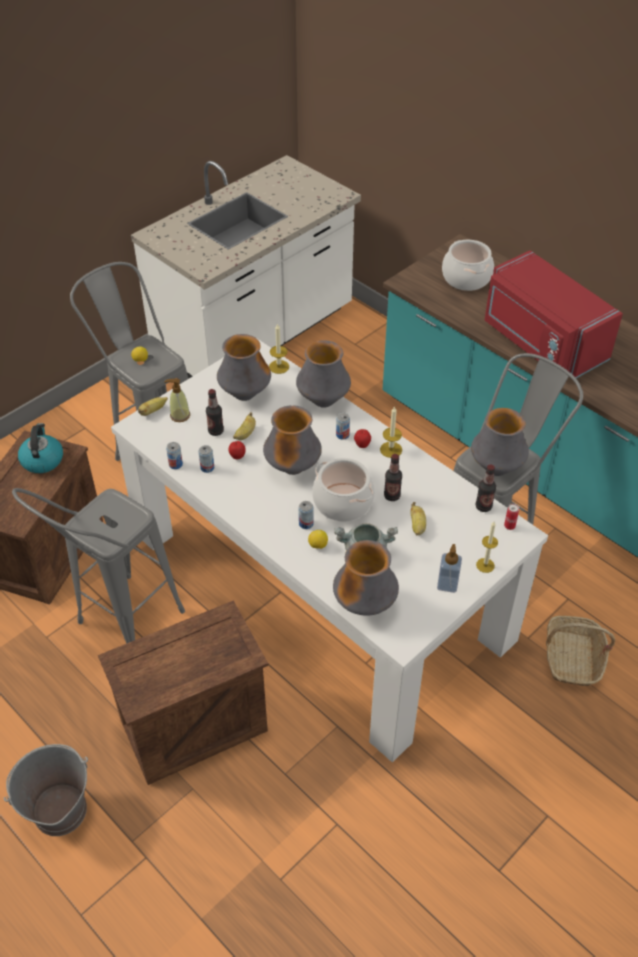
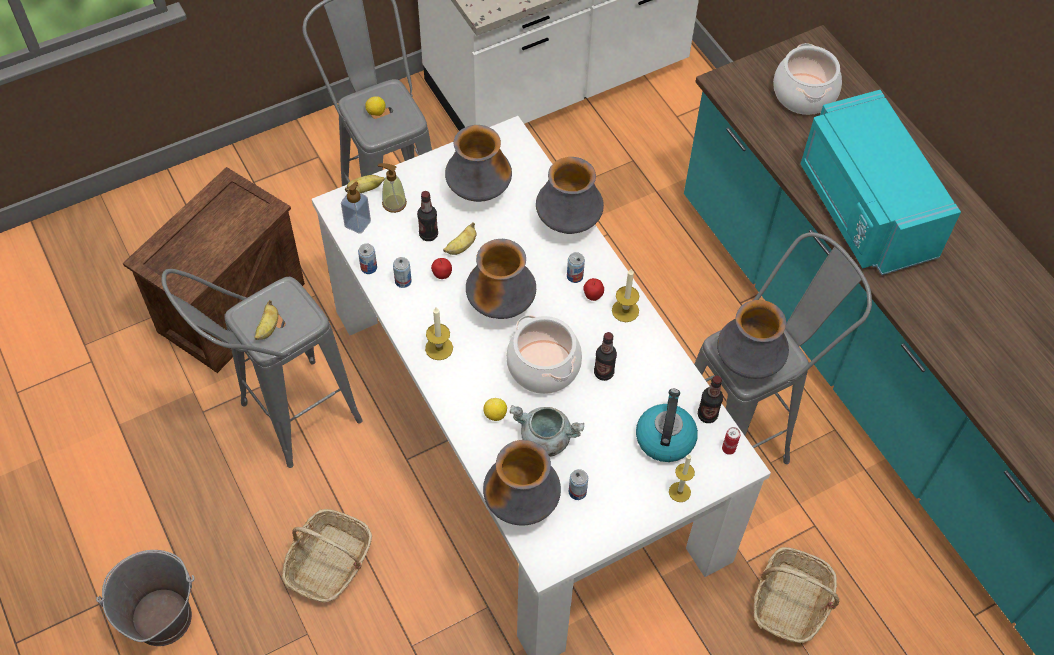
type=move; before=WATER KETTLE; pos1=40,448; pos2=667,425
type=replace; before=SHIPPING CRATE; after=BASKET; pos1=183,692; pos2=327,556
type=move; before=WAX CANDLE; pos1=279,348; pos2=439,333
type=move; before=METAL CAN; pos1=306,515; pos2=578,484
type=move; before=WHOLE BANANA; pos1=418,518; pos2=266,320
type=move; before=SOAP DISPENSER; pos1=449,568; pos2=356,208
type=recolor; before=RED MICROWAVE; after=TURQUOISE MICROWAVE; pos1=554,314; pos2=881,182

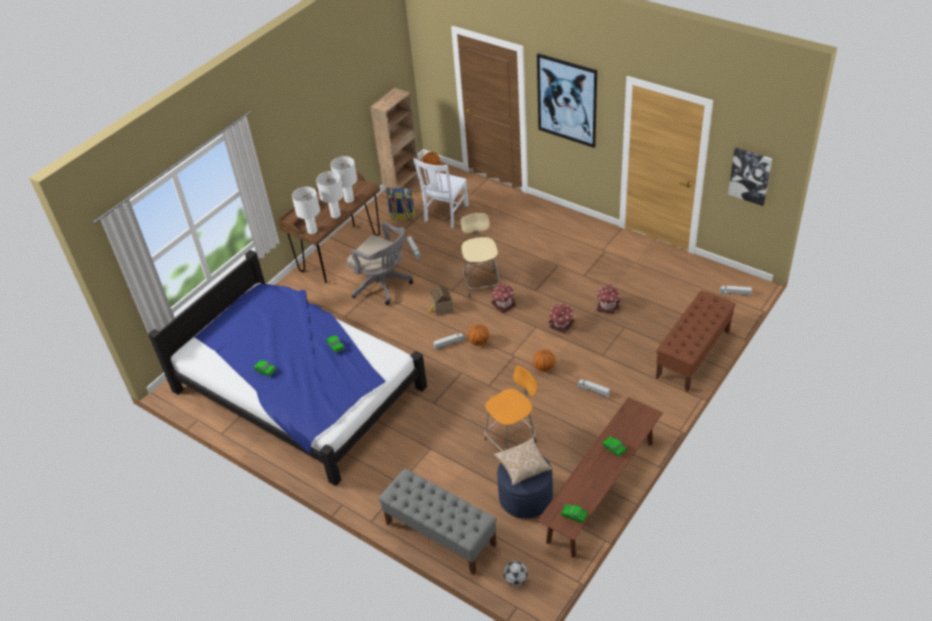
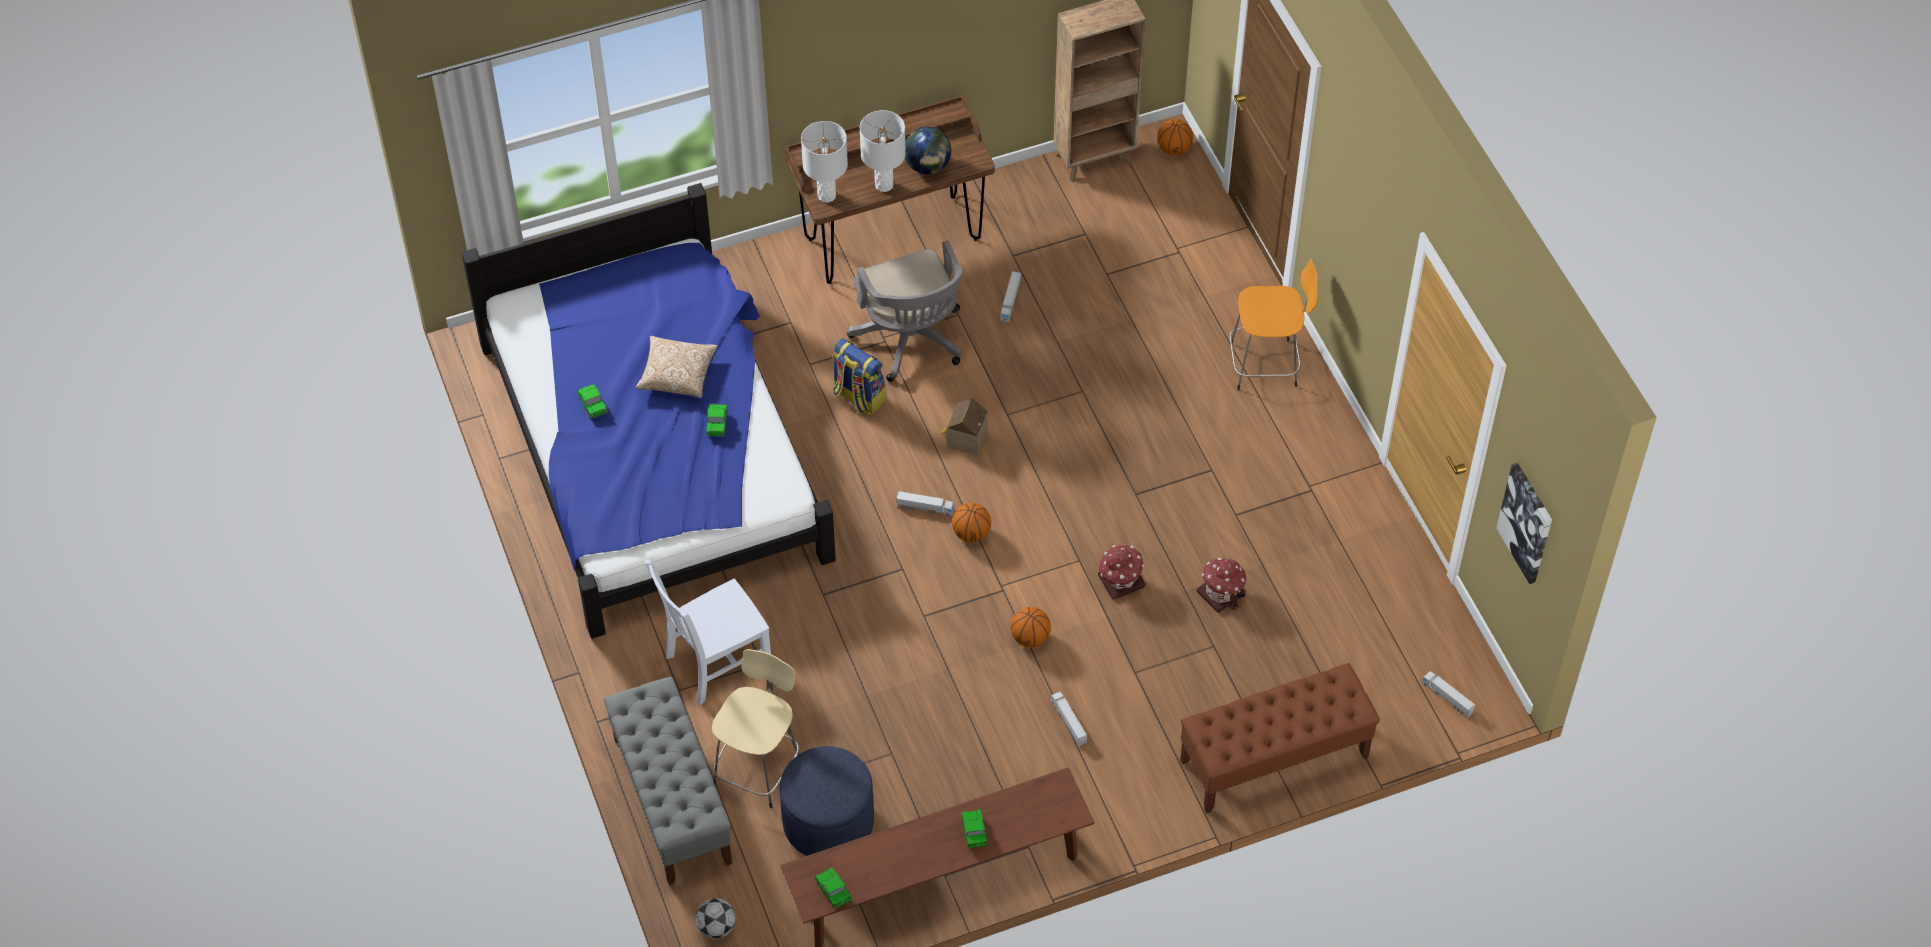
type=replace; before=WHITISH TABLETOP LAMP; after=WORLD GLOBE; pos1=344,179; pos2=928,150
type=move; before=KNAPSACK; pos1=401,204; pos2=859,377
type=move; before=WHITISH UPRIGHT CHAIR; pos1=441,193; pos2=708,632
type=move; before=BEIGE-COLOURED STOOL SEAT; pos1=480,255; pos2=756,728
type=move; before=ORANGE STOOL SEAT; pos1=511,408; pos2=1273,324
type=delete; before=MODEL HOUSE; pos1=503,298
type=move; before=THROW PILLOW; pos1=523,462; pos2=676,367
type=delete; before=WALL PICTURE; pos1=567,100

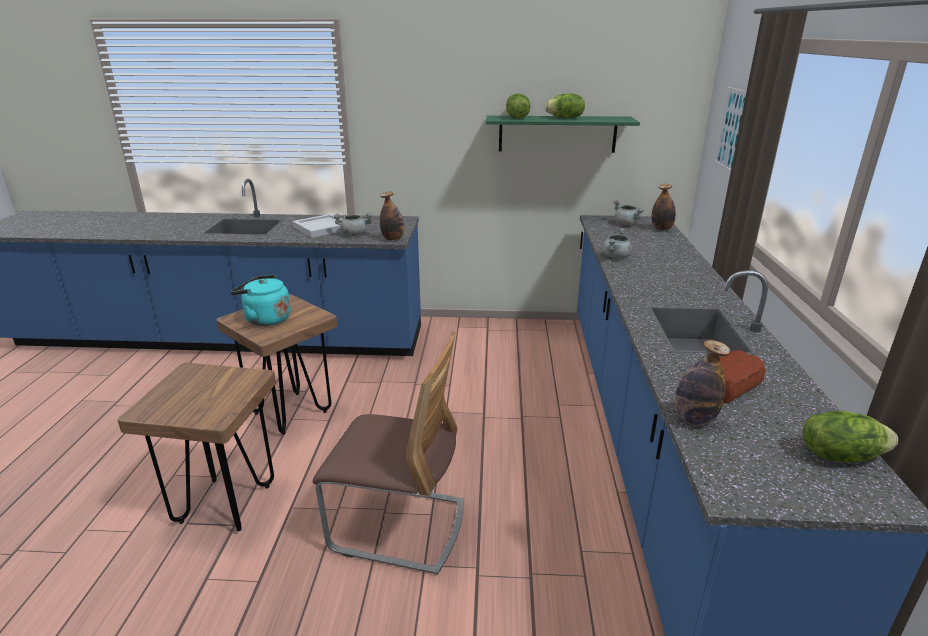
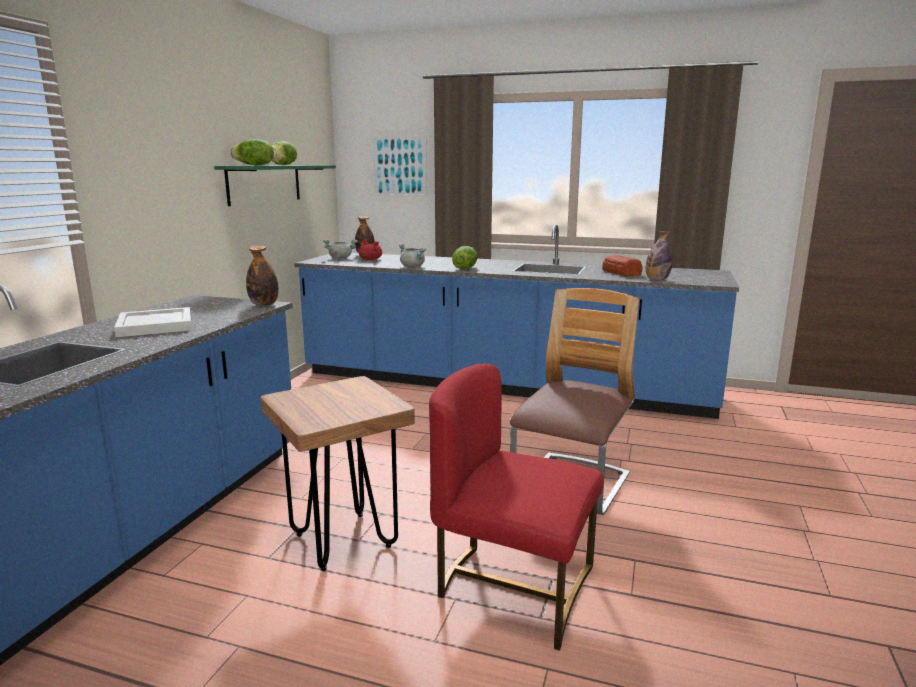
type=replace; before=BROWNISH STOOL SEAT; after=RED UPRIGHT CHAIR; pos1=197,447; pos2=516,507
type=delete; before=TURQUOISE WATER KETTLE; pos1=260,300
type=delete; before=GRAY STOCKPOT; pos1=353,224
type=move; before=LETTUCE HEAD; pos1=850,436; pos2=464,258
type=insert; after=RED STOCKPOT; pos2=370,249

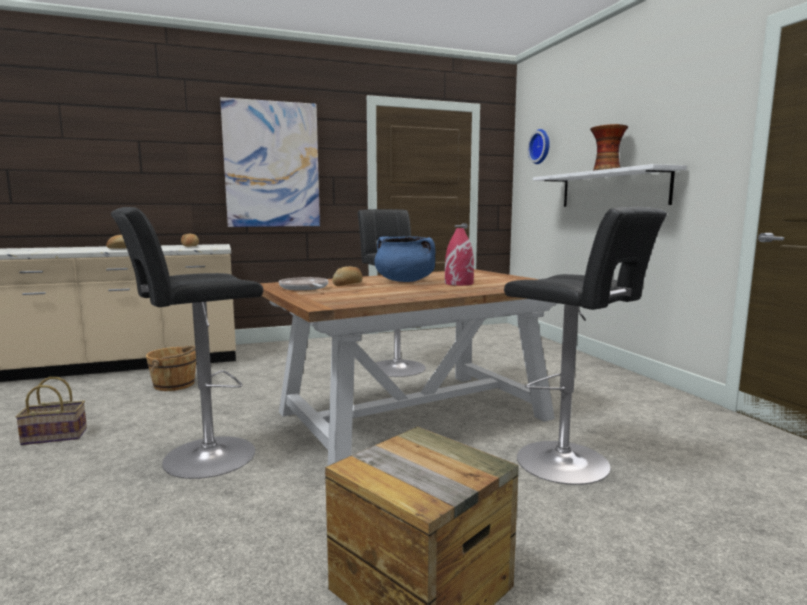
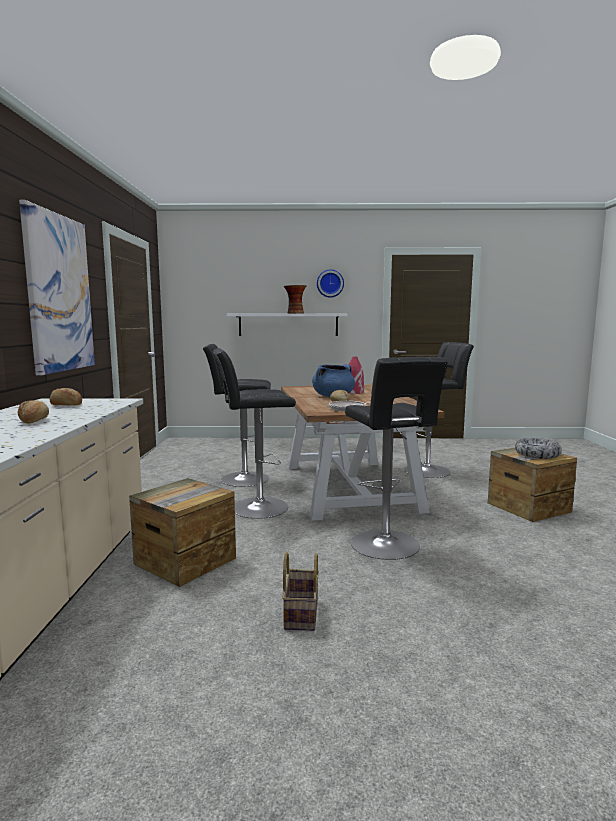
type=replace; before=BROWNISH BUCKET; after=SHIPPING CRATE; pos1=171,368; pos2=182,532
type=move; before=HANGING CLOCK; pos1=538,146; pos2=330,283
type=insert; after=BLACK-COLOURED STOOL SEAT; pos2=254,433
type=insert; after=DEEP DISH; pos2=538,448

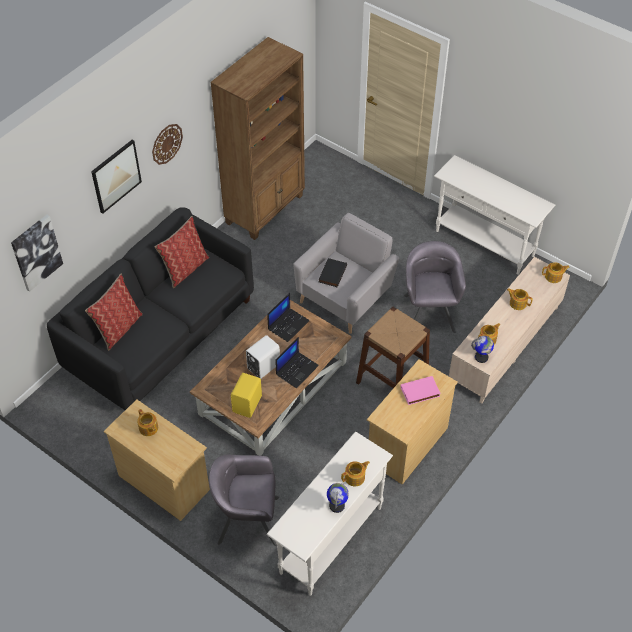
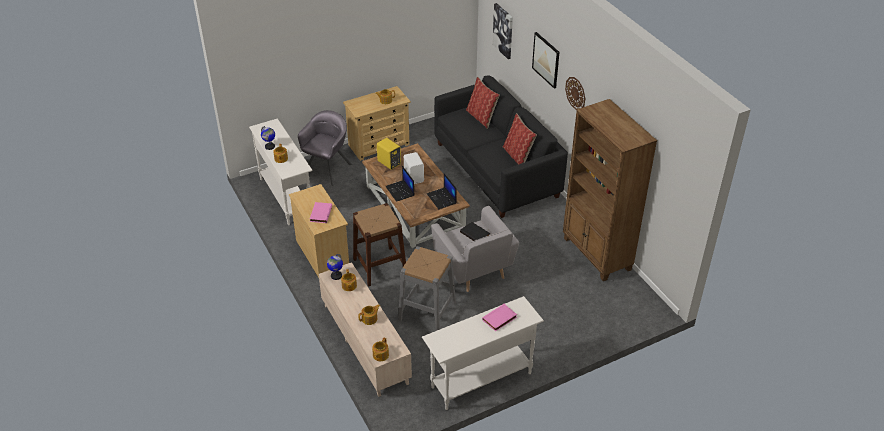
type=replace; before=GRAY LOUNGE CHAIR; after=GRAY STOOL SEAT; pos1=435,287; pos2=427,288
type=insert; after=PINK-COLOURED VOLUME; pos2=499,318

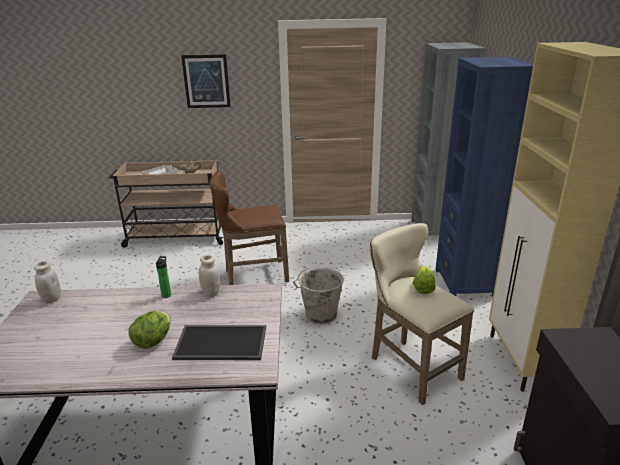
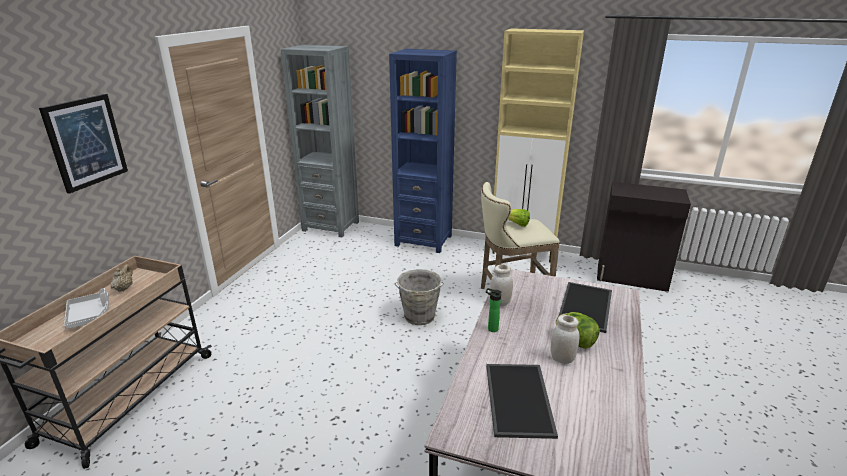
type=move; before=WHITISH JAR; pos1=47,282; pos2=565,339
type=delete; before=BROWNISH STOOL SEAT; pos1=249,227
type=insert; after=TRAY; pos2=522,401

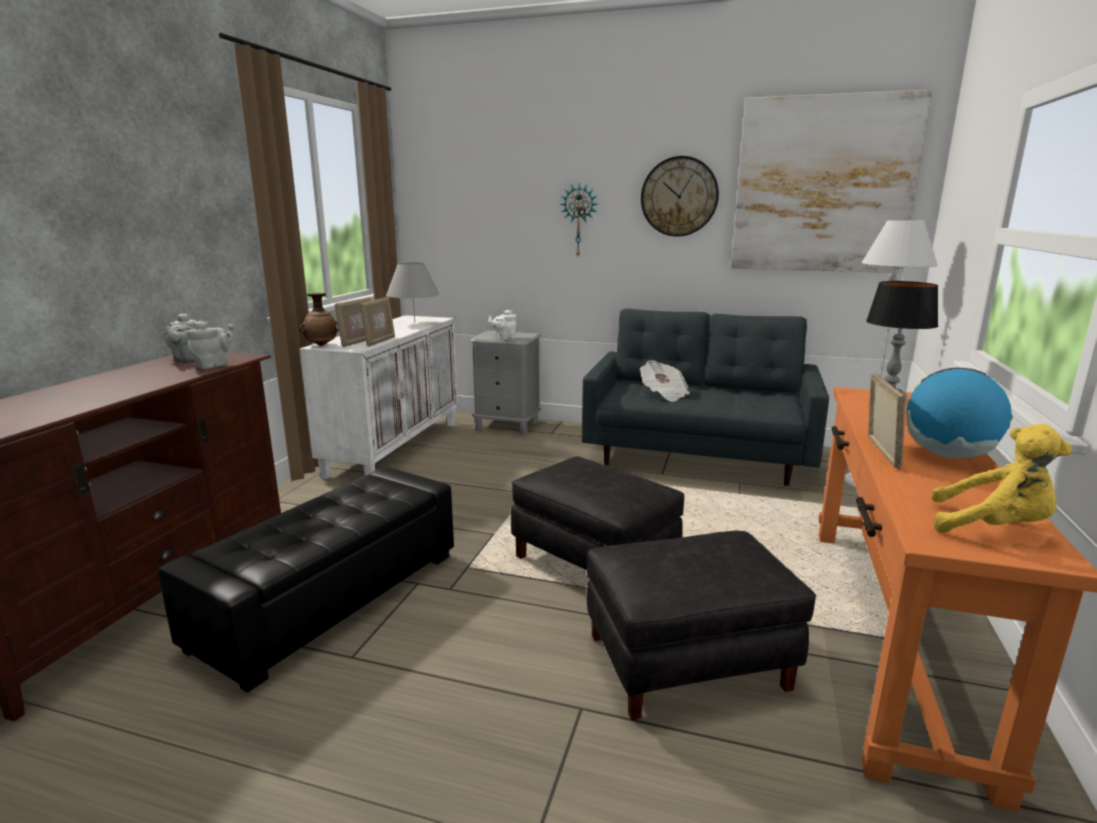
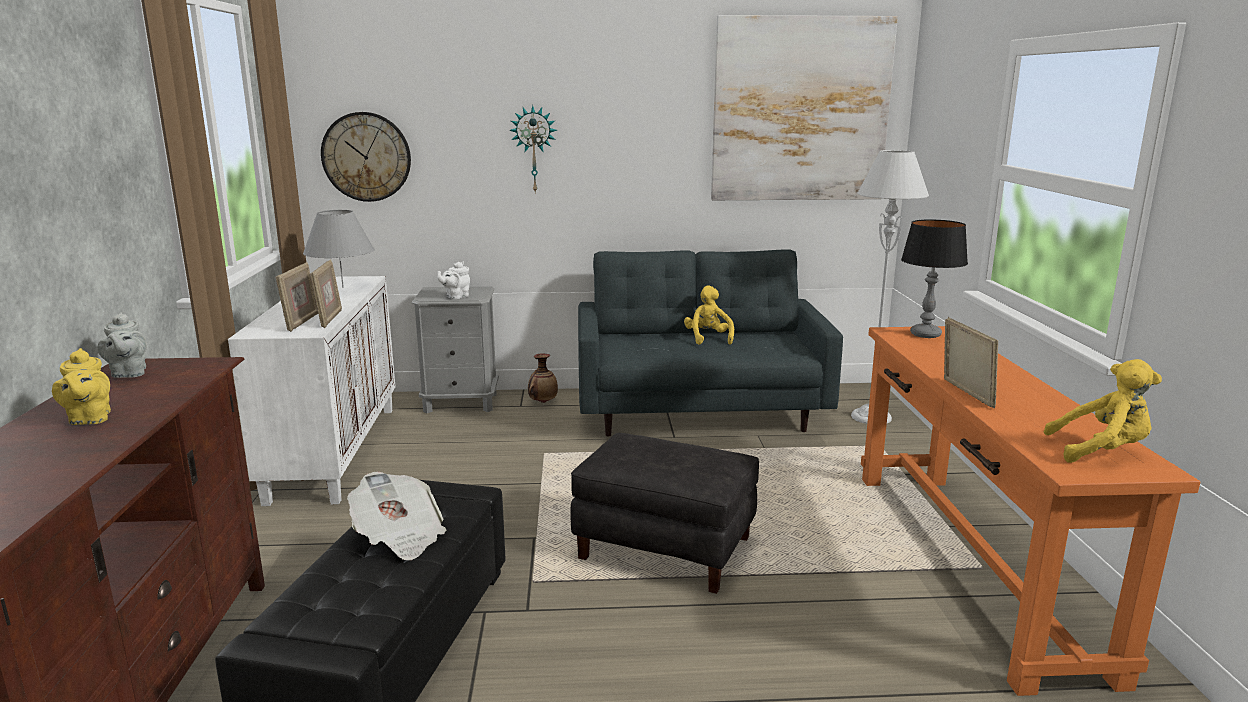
type=delete; before=GRAY POT FOR TEA; pos1=210,345
type=move; before=DECORATIVE VASE; pos1=319,319; pos2=543,378
type=delete; before=BLACK-COLOURED POUFFE; pos1=701,625
type=move; before=DAILY PAPER; pos1=665,381; pos2=397,515
type=move; before=HANGING CLOCK; pos1=680,196; pos2=366,157
type=delete; before=WORLD GLOBE; pos1=960,413
type=insert; after=YELLOWISH POT FOR TEA; pos2=81,386
type=insert; after=YELLOWISH CUDDLY TOY; pos2=709,315

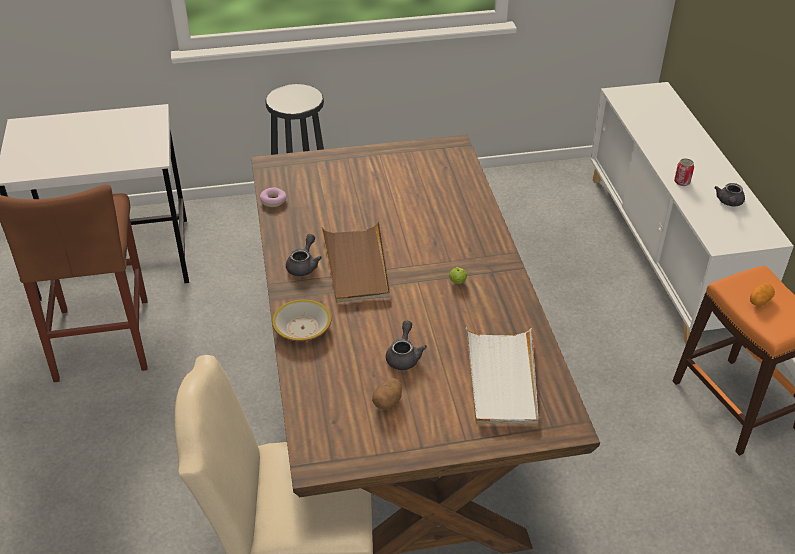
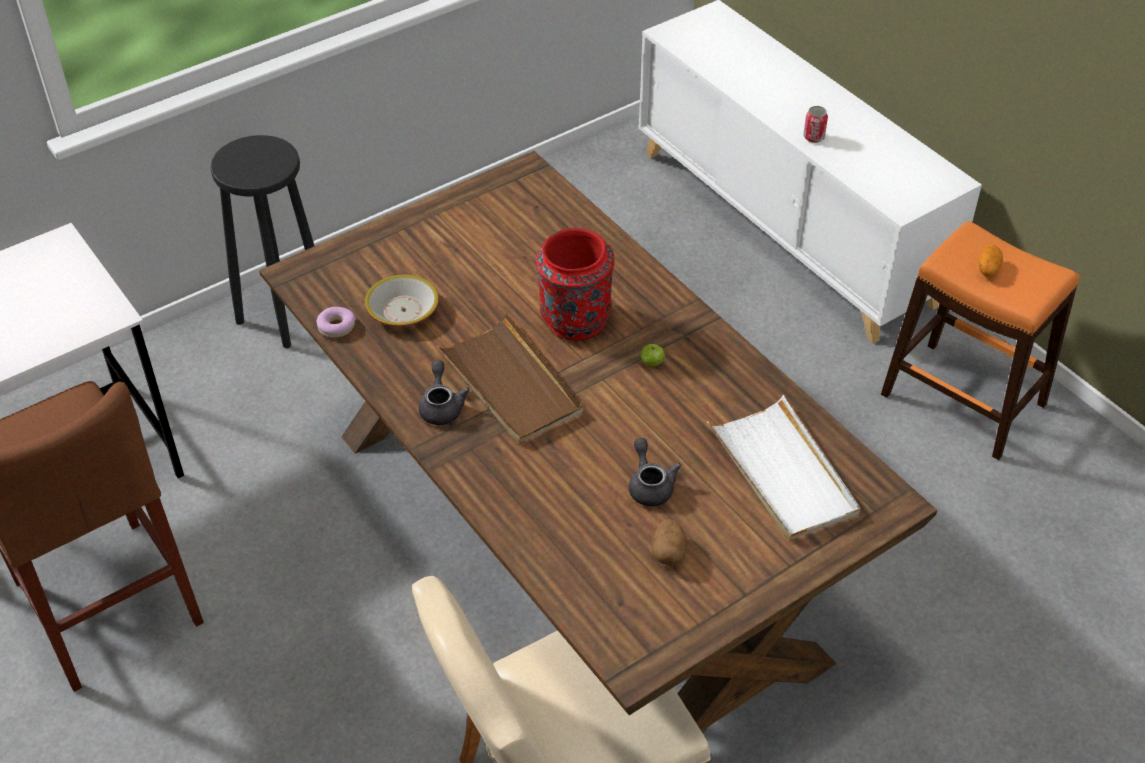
type=move; before=DEEP DISH; pos1=301,320; pos2=402,300
type=delete; before=GRAY POT FOR TEA; pos1=729,194
type=insert; after=RED DECORATIVE VASE; pos2=575,284

